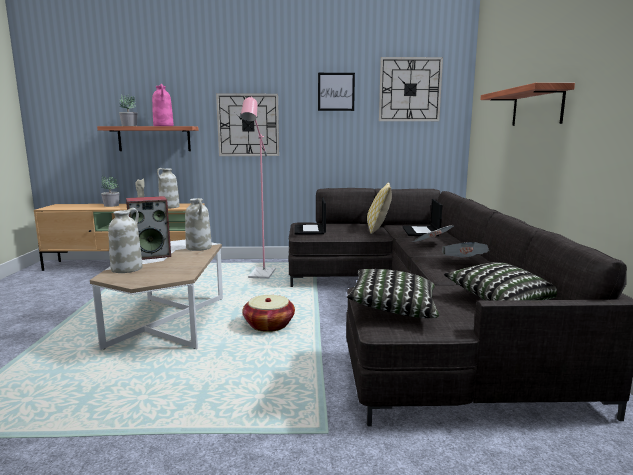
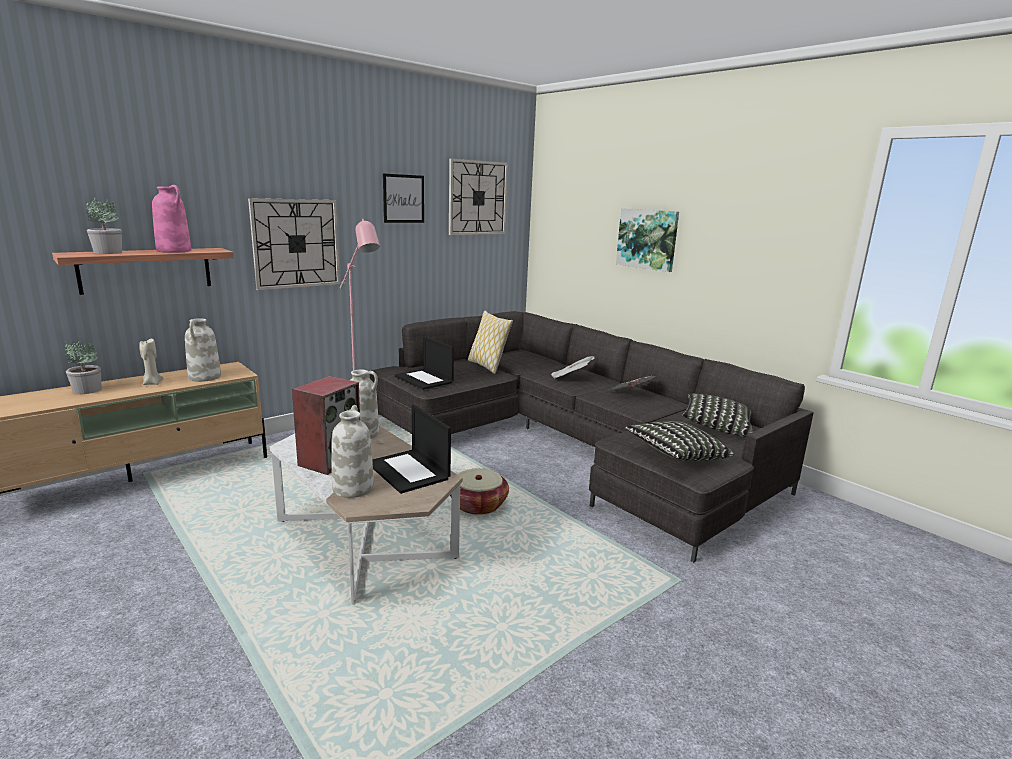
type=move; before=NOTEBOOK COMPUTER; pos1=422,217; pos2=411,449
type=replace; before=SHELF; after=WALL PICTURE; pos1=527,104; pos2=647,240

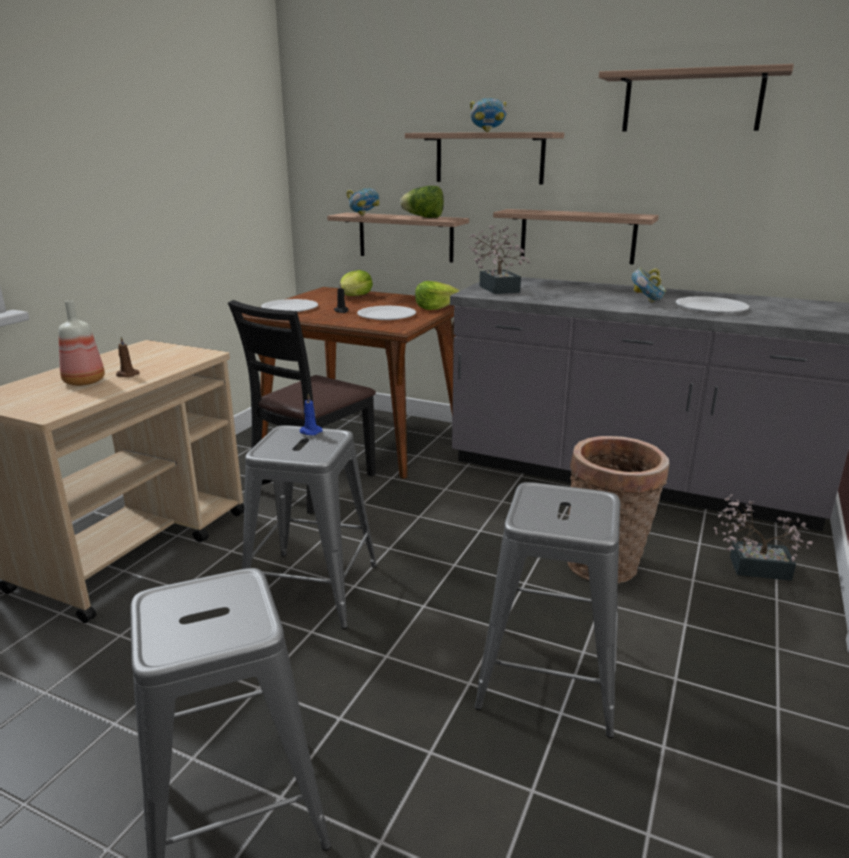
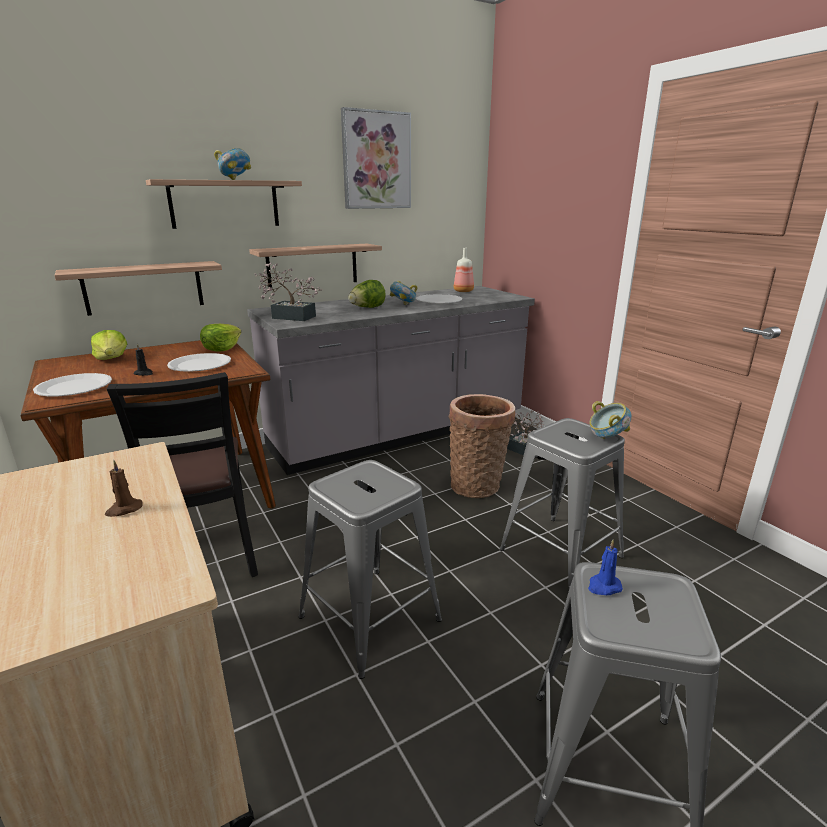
type=move; before=BOTTLE; pos1=81,343; pos2=464,270
type=move; before=BLUISH WAX CANDLE; pos1=311,414; pos2=605,567
type=move; before=DEEP DISH; pos1=363,202; pos2=610,420
type=move; before=LETTUCE HEAD; pos1=422,202; pos2=367,294
type=replace; before=SHELF; after=WALL PICTURE; pos1=696,98; pos2=376,158

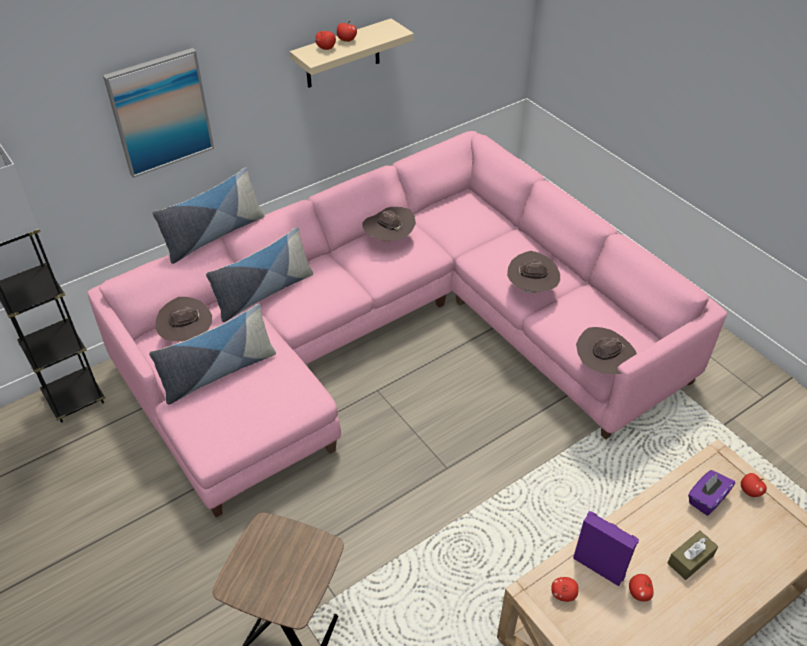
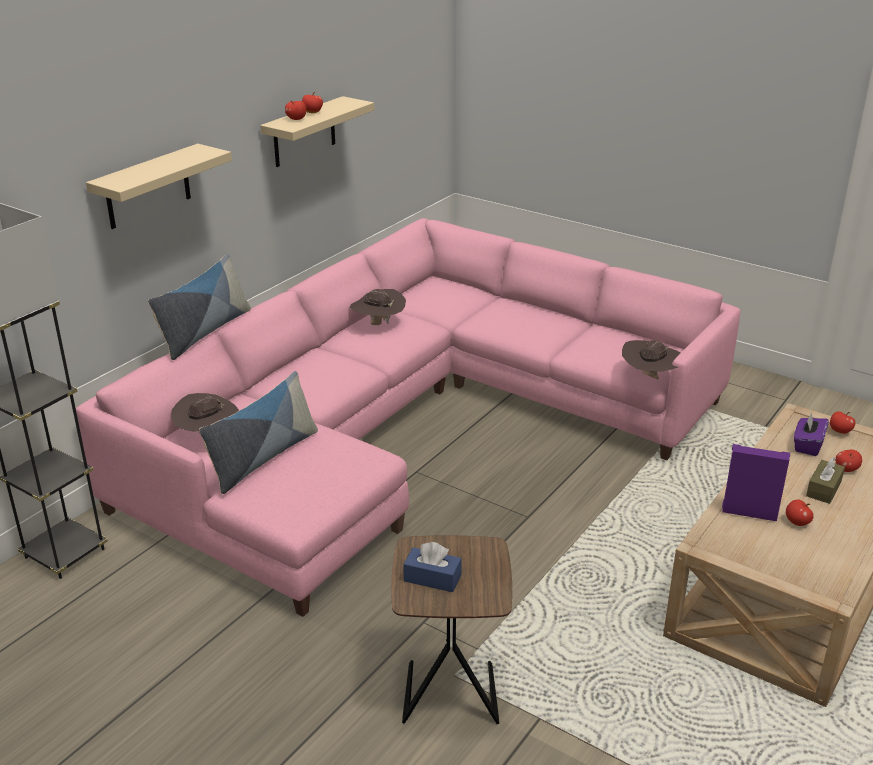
type=replace; before=WALL PICTURE; after=BEIGE-COLOURED SHELF; pos1=158,113; pos2=159,186
type=delete; before=THROW PILLOW; pos1=259,274
type=delete; before=BROWNISH HAT; pos1=533,272
type=move; before=APPLE; pos1=564,589; pos2=848,461
type=insert; after=BLUISH TISSUE BOX; pos2=432,567

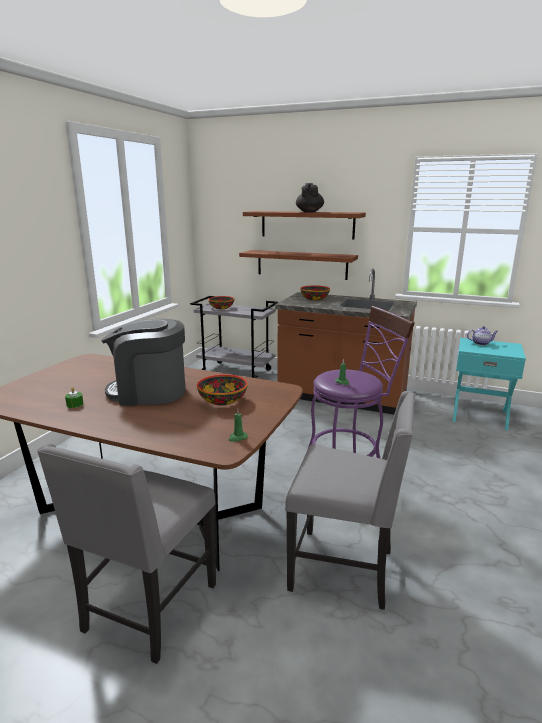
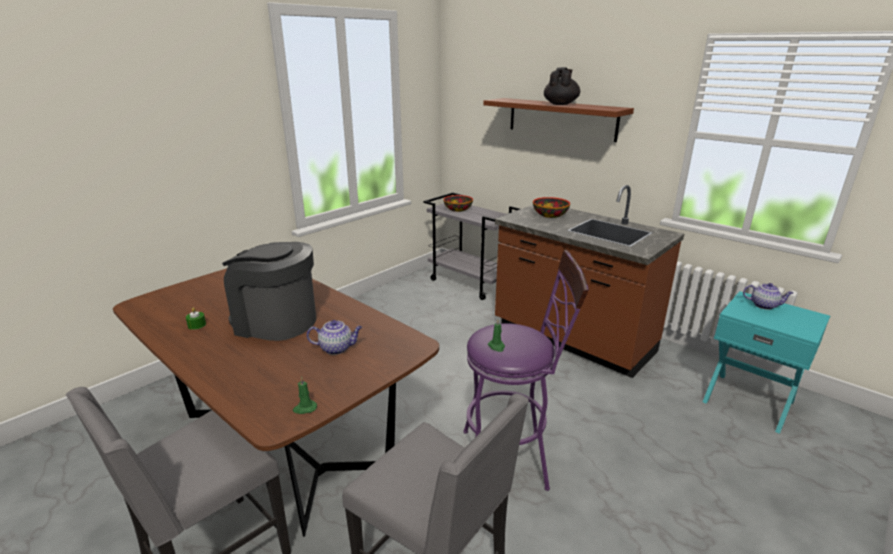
type=replace; before=DEEP DISH; after=POT FOR TEA; pos1=222,390; pos2=334,337
type=delete; before=BROWNISH SHELF; pos1=298,265

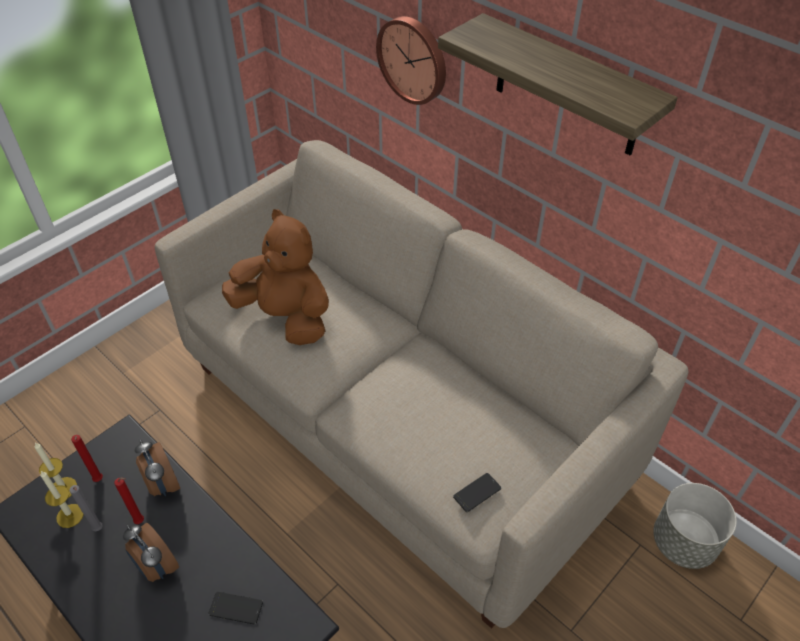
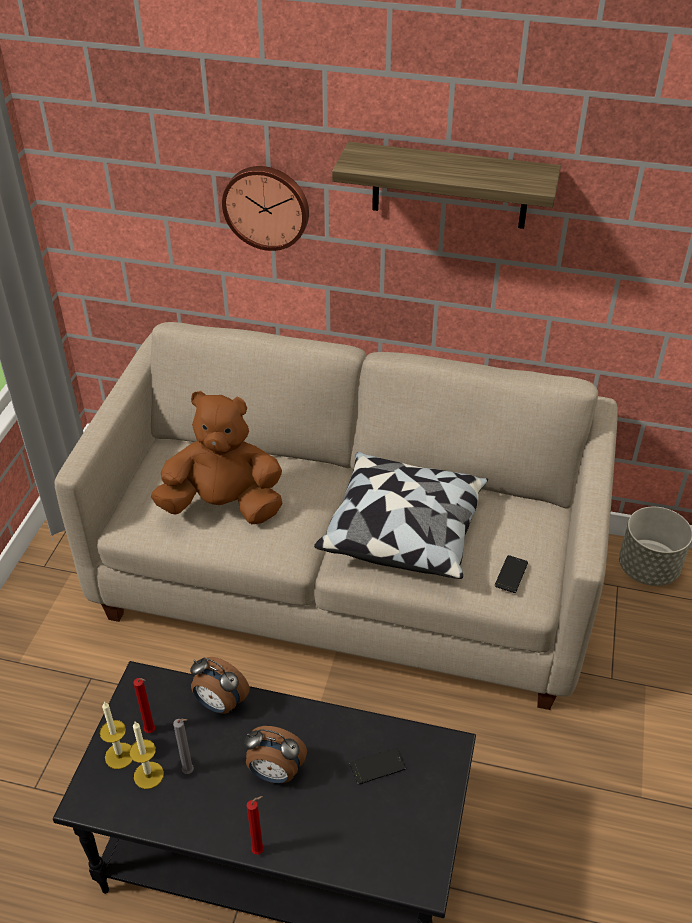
type=move; before=RED WAX CANDLE; pos1=129,500; pos2=255,825
type=insert; after=THROW PILLOW; pos2=401,515

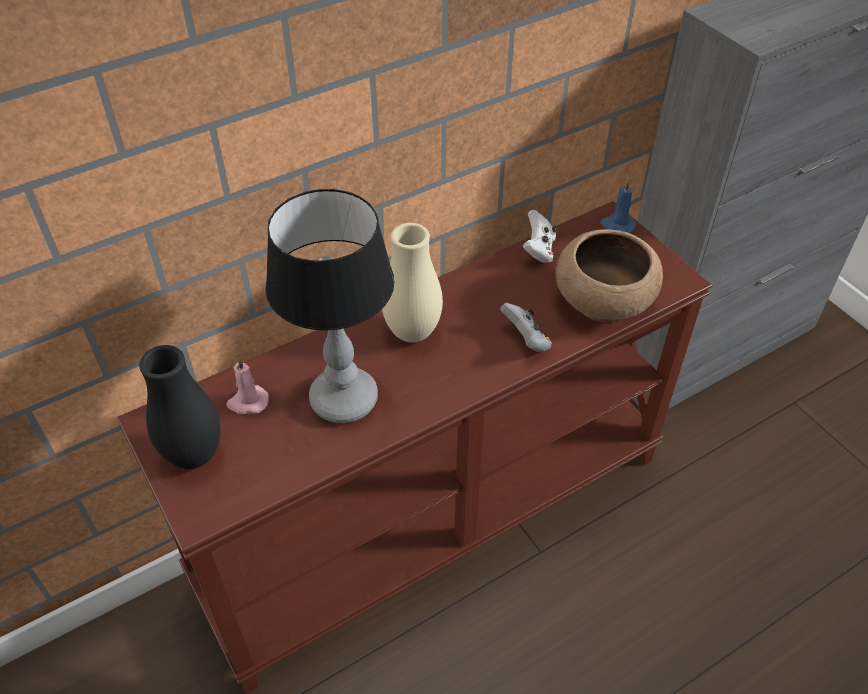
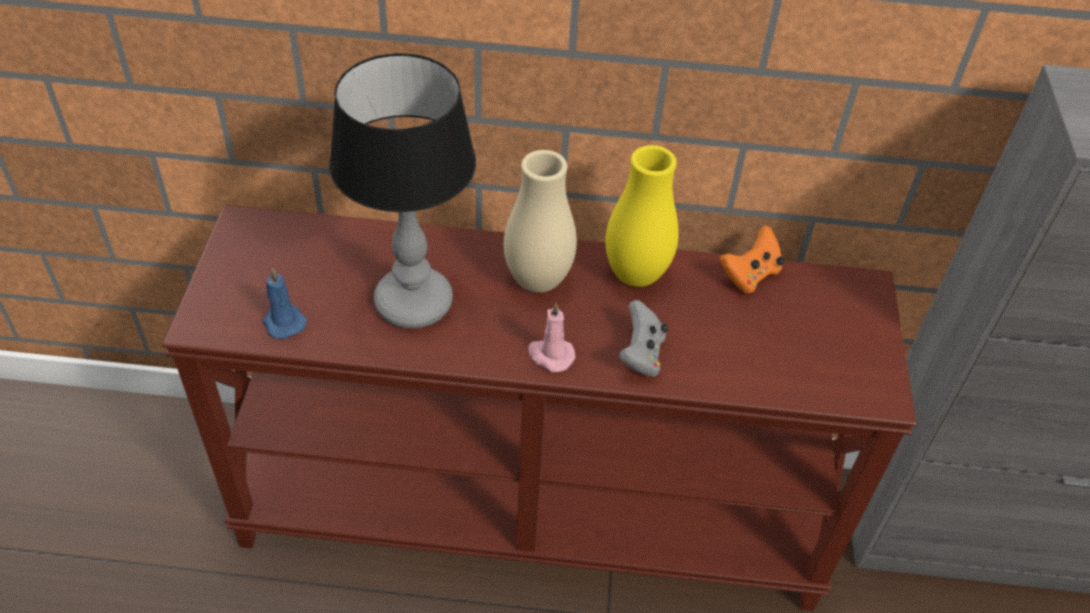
type=delete; before=BLACK-COLOURED DECORATIVE VASE; pos1=180,407
type=move; before=PINK-COLOURED WAX CANDLE; pos1=247,386; pos2=552,337
type=recolor; before=WHITISH GAME CONTROLLER; after=ORANGE GAME CONTROLLER; pos1=540,236; pos2=752,259
type=delete; before=BROWNISH DEEP DISH; pos1=609,275
type=move; before=BLUISH WAX CANDLE; pos1=618,206; pos2=285,303
type=insert; after=YELLOWISH DECORATIVE VASE; pos2=642,216

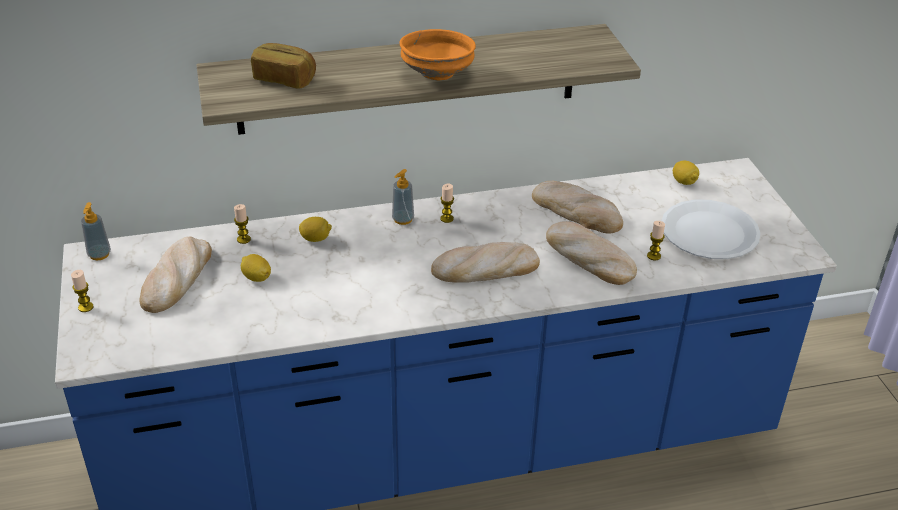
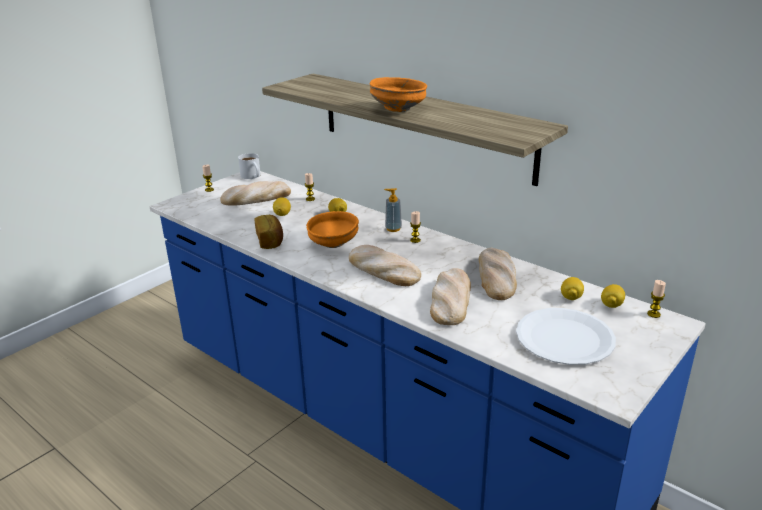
type=replace; before=SOAP DISPENSER; after=WHITISH MUG; pos1=96,231; pos2=249,166
type=move; before=BAKED BREAD; pos1=283,66; pos2=268,231
type=move; before=WAX CANDLE; pos1=656,240; pos2=656,299
type=insert; after=ORANGE DEEP DISH; pos2=332,229
type=insert; after=WHOLE LEMON; pos2=572,288

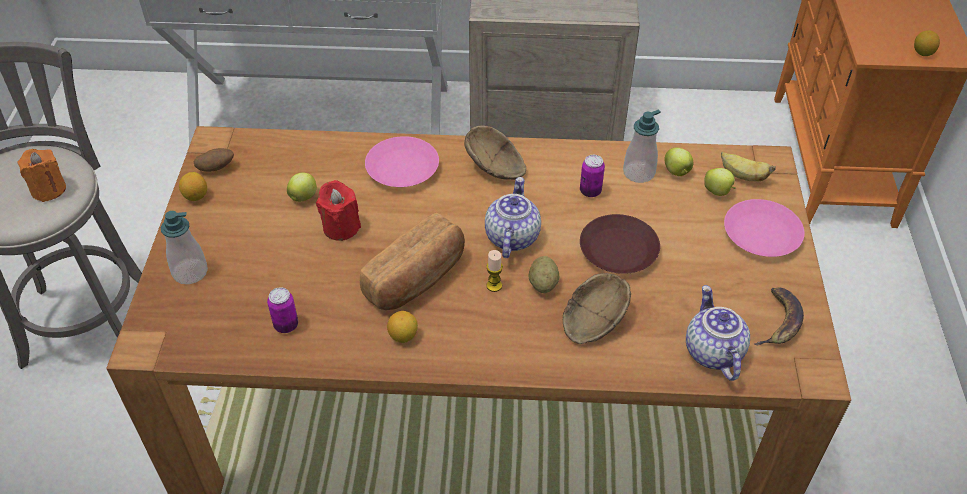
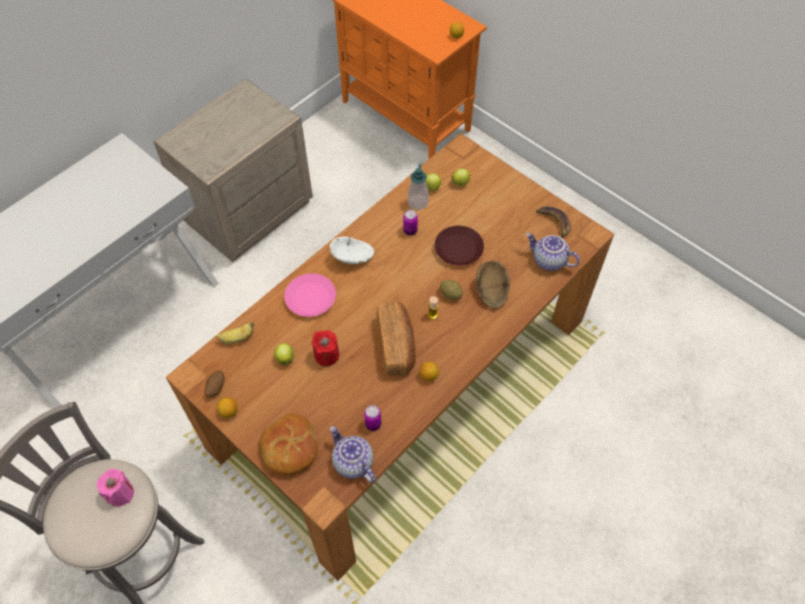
type=recolor; before=ORANGE WAX CANDLE; after=PINK-COLOURED WAX CANDLE; pos1=41,175; pos2=115,487
type=replace; before=SOAP DISPENSER; after=BAKED BREAD; pos1=184,247; pos2=288,444
type=recolor; before=BROWNISH DEEP DISH; after=WHITISH DEEP DISH; pos1=495,153; pos2=352,250
type=move; before=POT FOR TEA; pos1=513,217; pos2=353,454
type=move; before=WHOLE BANANA; pos1=748,167; pos2=235,333
type=delete; before=PINK-COLOURED FLAT DISH; pos1=764,228

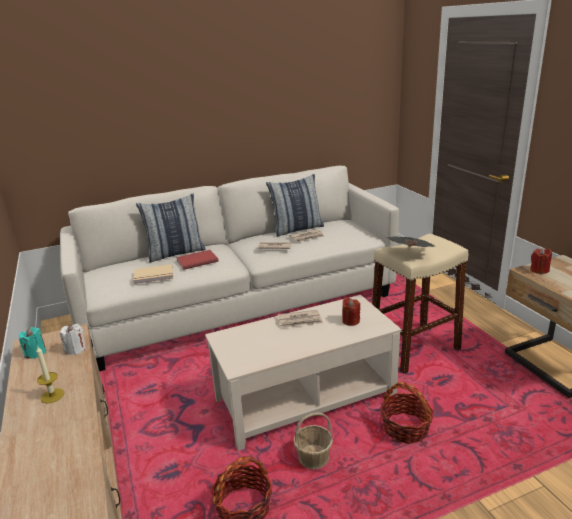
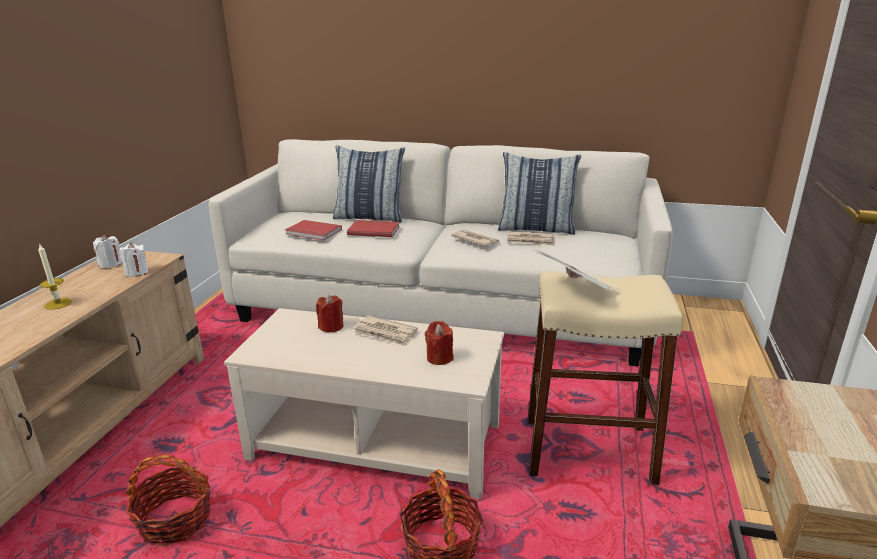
type=recolor; before=TURQUOISE WAX CANDLE; after=WHITISH WAX CANDLE; pos1=32,343; pos2=107,251
type=recolor; before=BEIGE-COLOURED VOLUME; after=RED VOLUME; pos1=153,274; pos2=313,230
type=delete; before=BASKET; pos1=313,440
type=move; before=RED WAX CANDLE; pos1=541,261; pos2=329,313

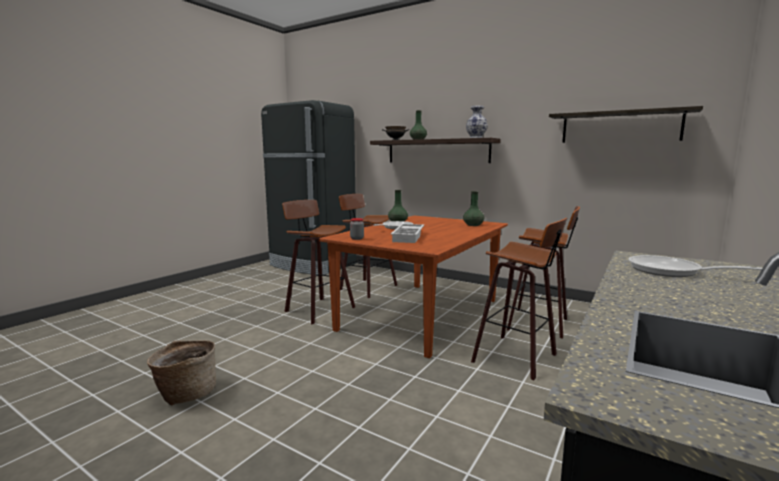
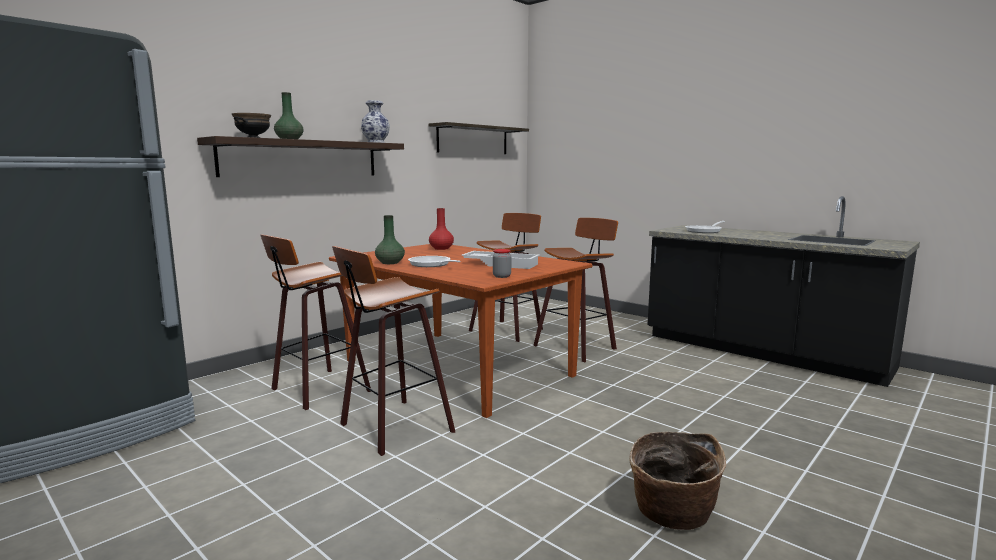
type=recolor; before=GREENISH DECORATIVE VASE; after=RED DECORATIVE VASE; pos1=473,208; pos2=441,229

